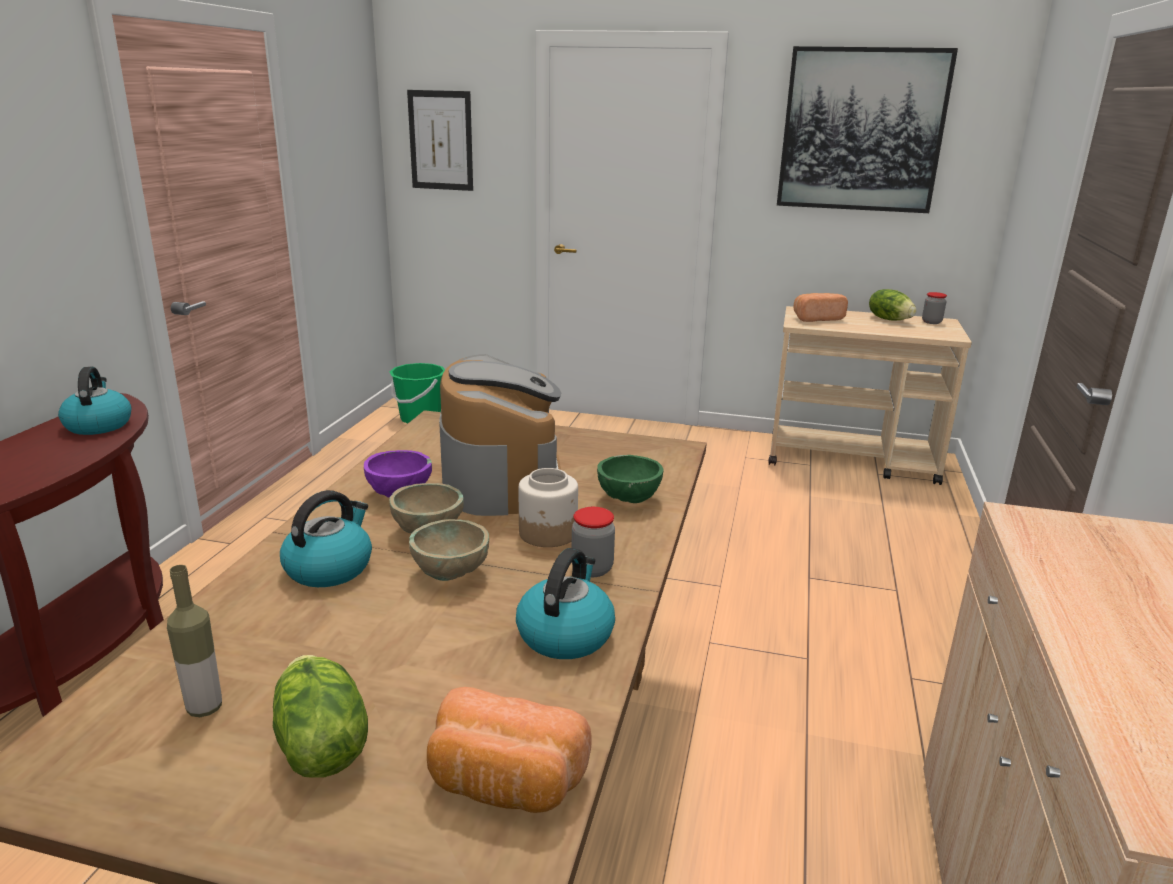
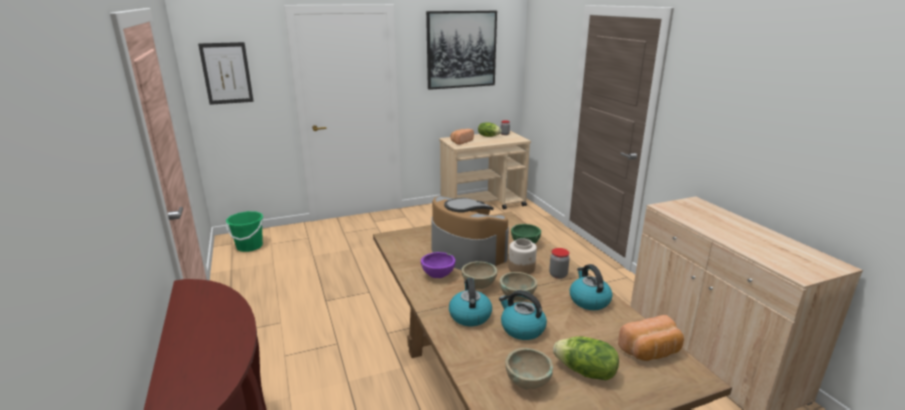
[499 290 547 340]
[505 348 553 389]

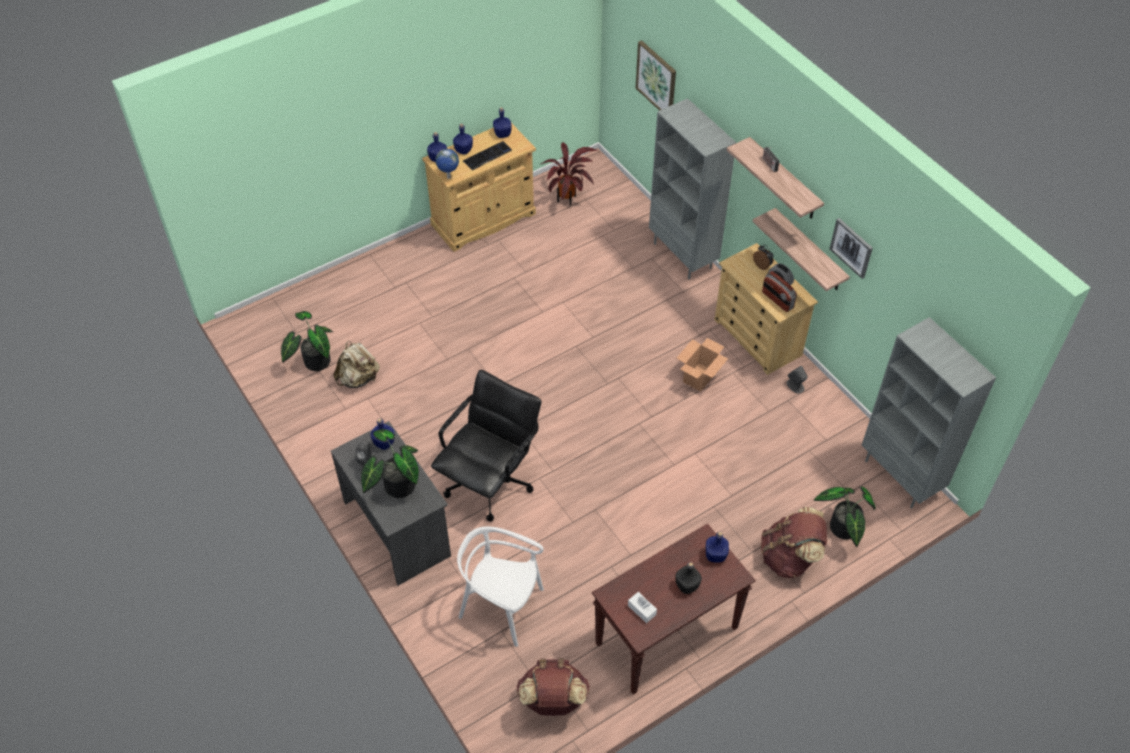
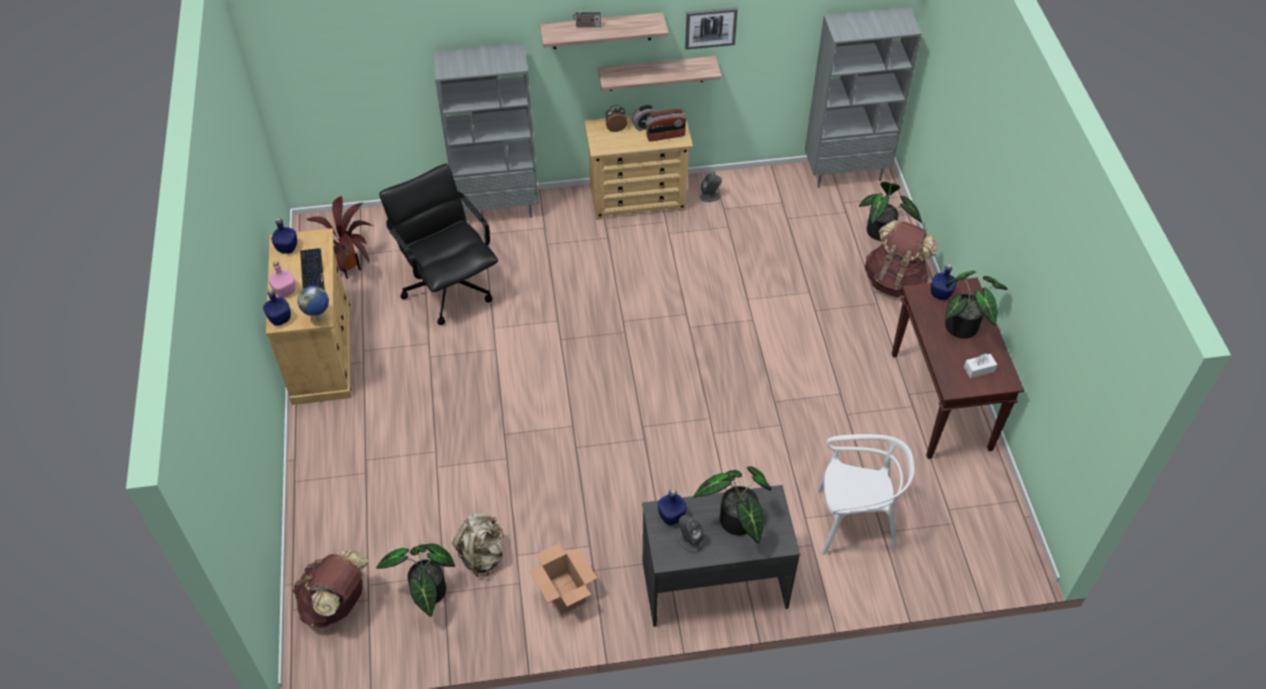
[268 261 296 298]
[293 550 369 628]
[379 164 498 325]
[530 543 597 615]
[817 434 914 555]
[945 271 1007 339]
[636 40 676 111] (first image)

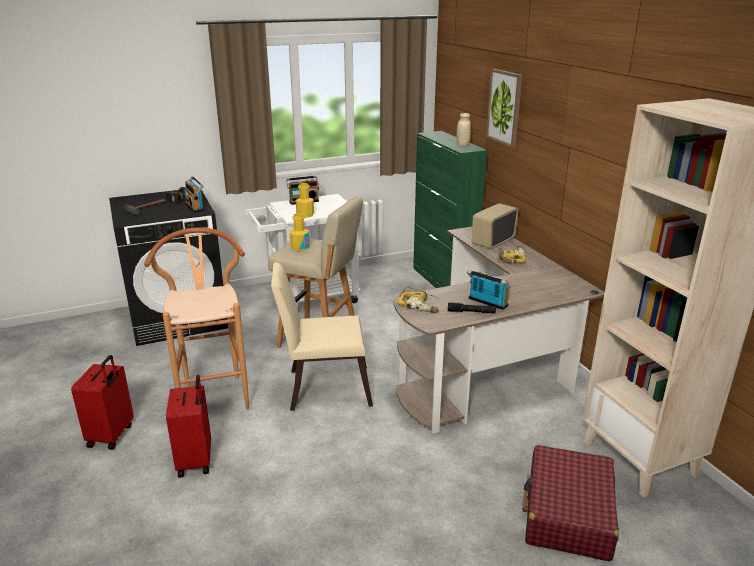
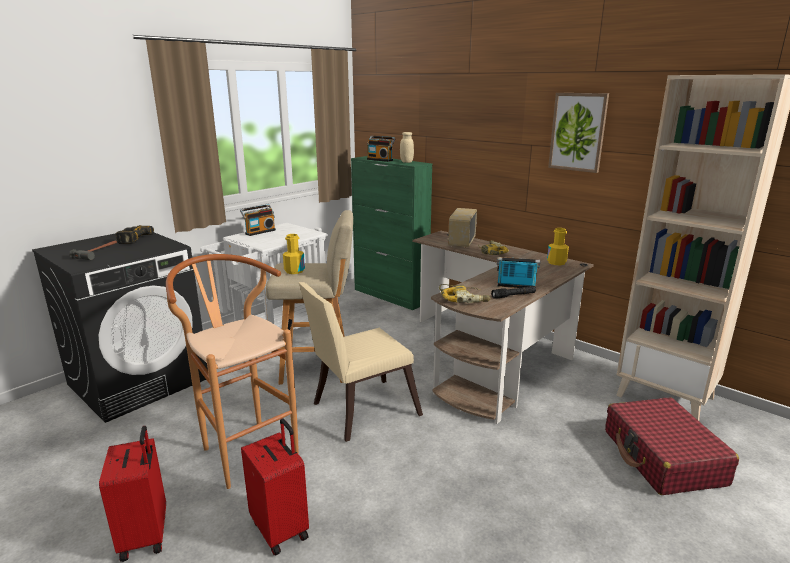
[367 136 395 162]
[547 228 569 265]
[548 93 609 173]

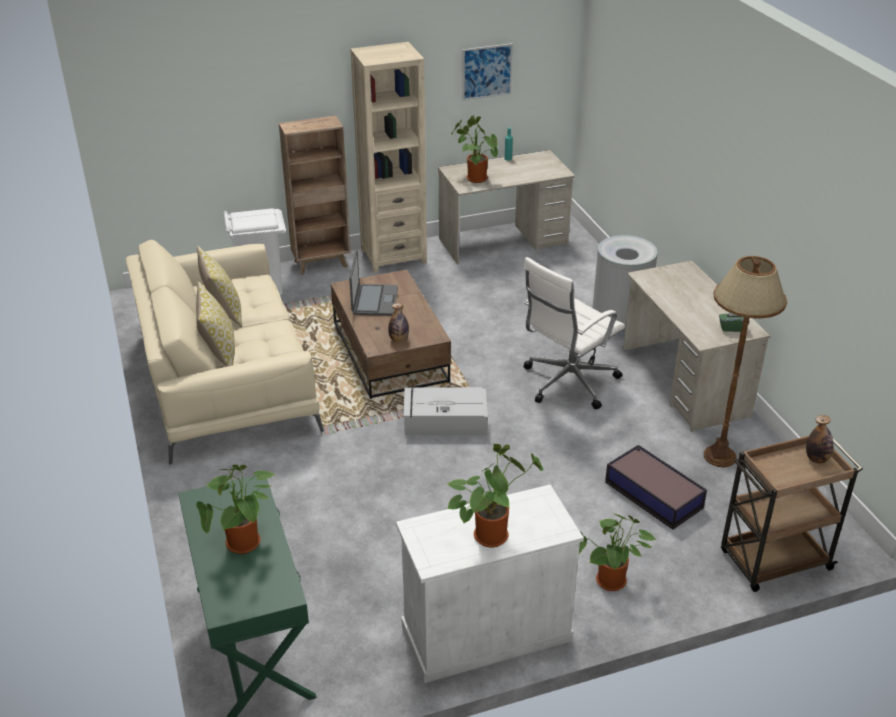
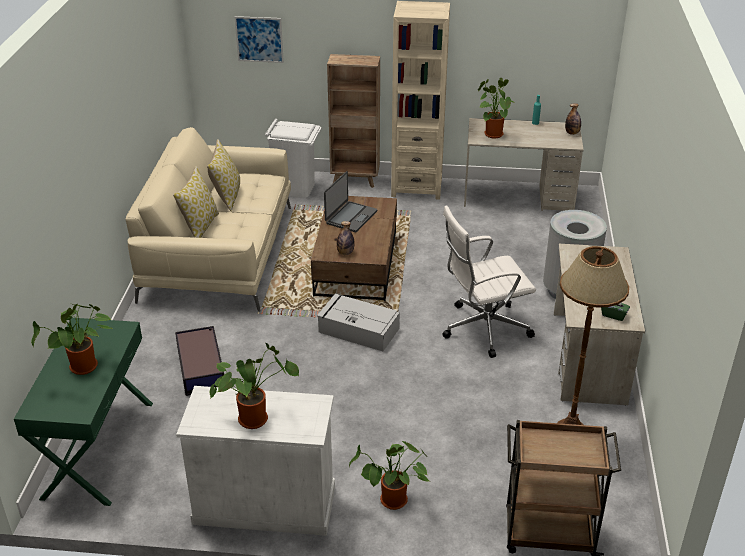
[175 326 224 396]
[235 16 284 63]
[565 103 581 135]

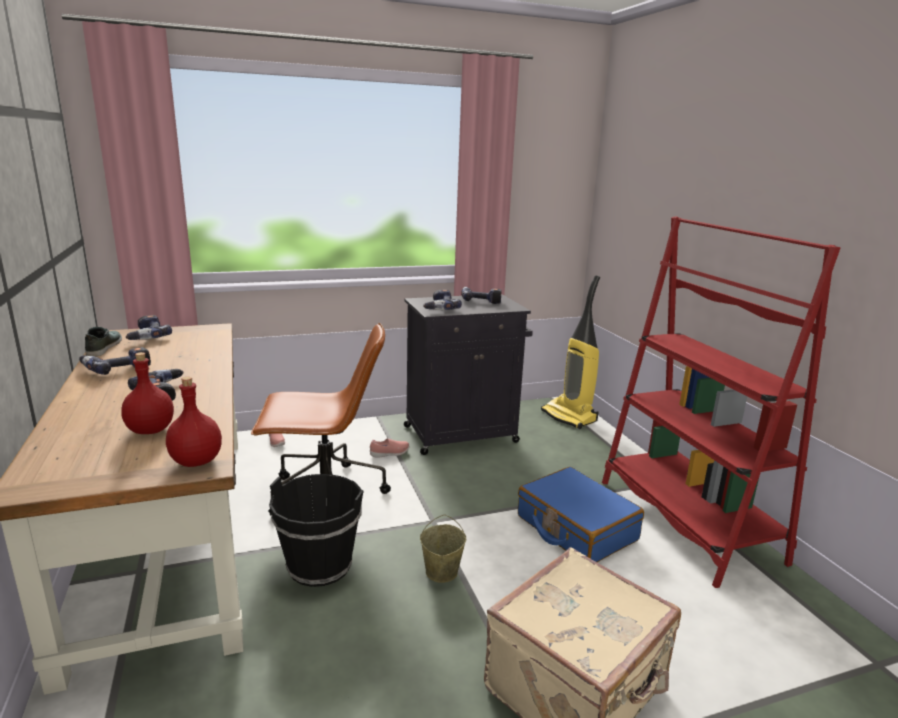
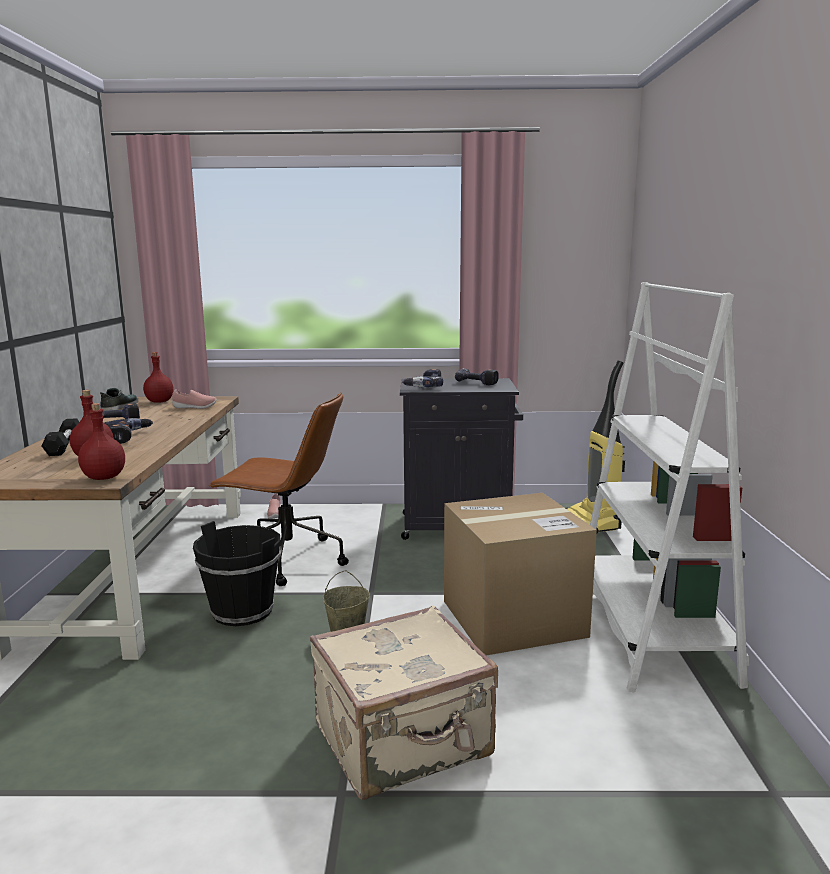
[42 418 79 456]
[143 352 174 403]
[172 389 217 409]
[444 493 597 656]
[590 282 749 692]

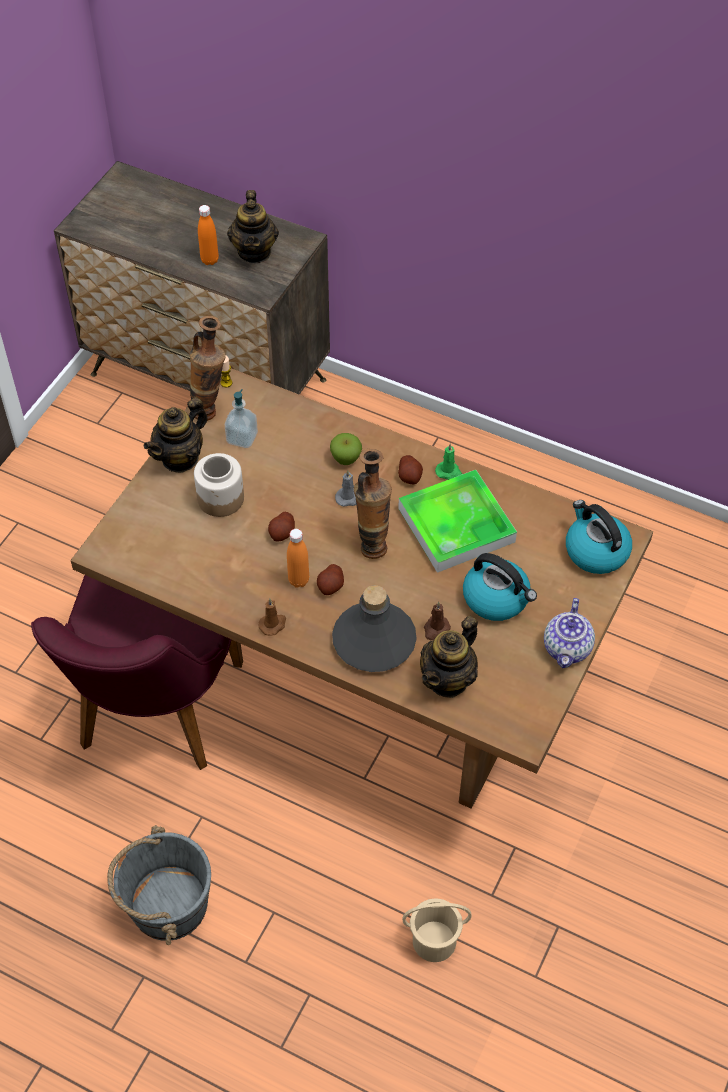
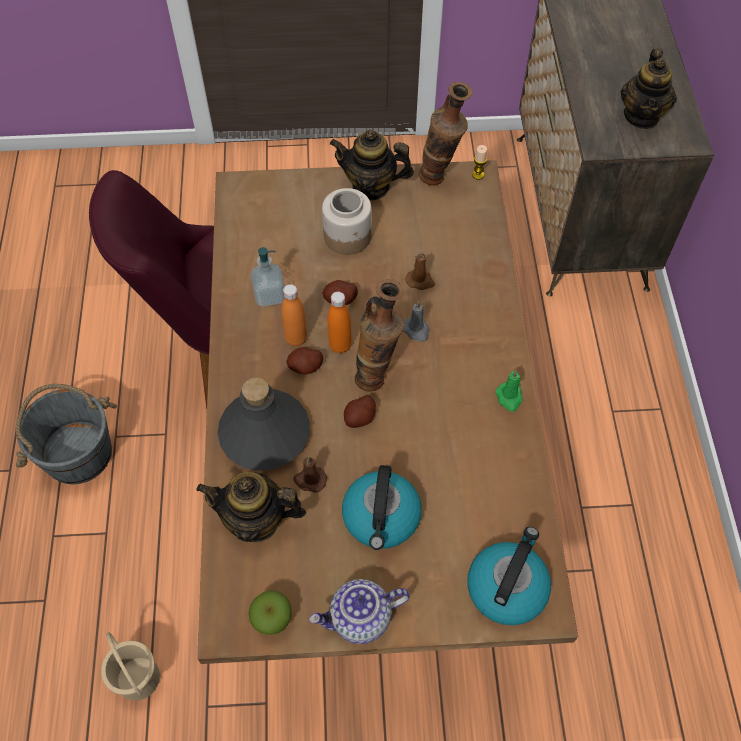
[249 590 292 635]
[251 247 285 307]
[328 292 352 353]
[344 395 376 428]
[406 251 435 290]
[620 48 677 129]
[398 470 517 573] (first image)

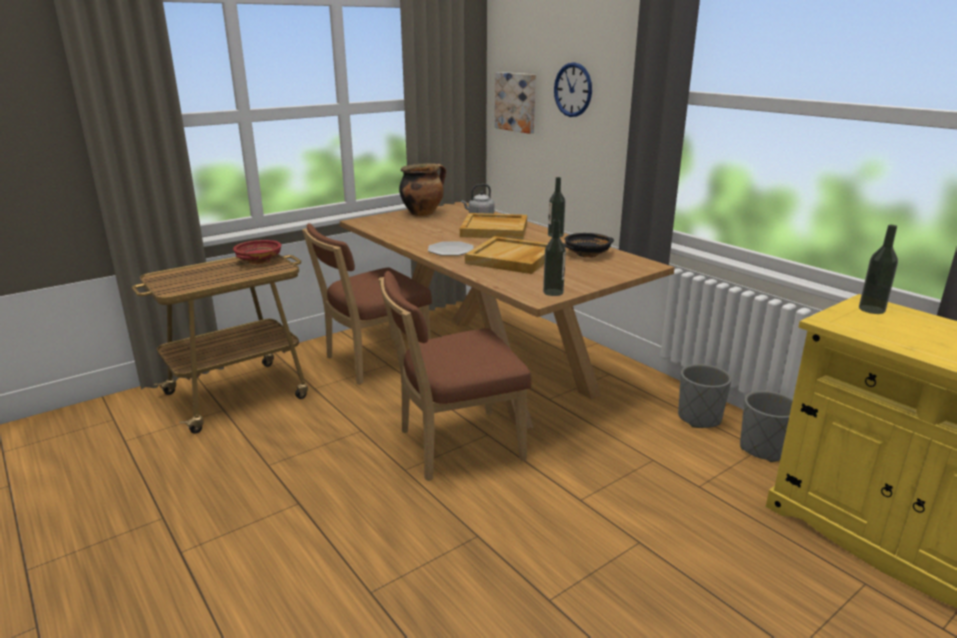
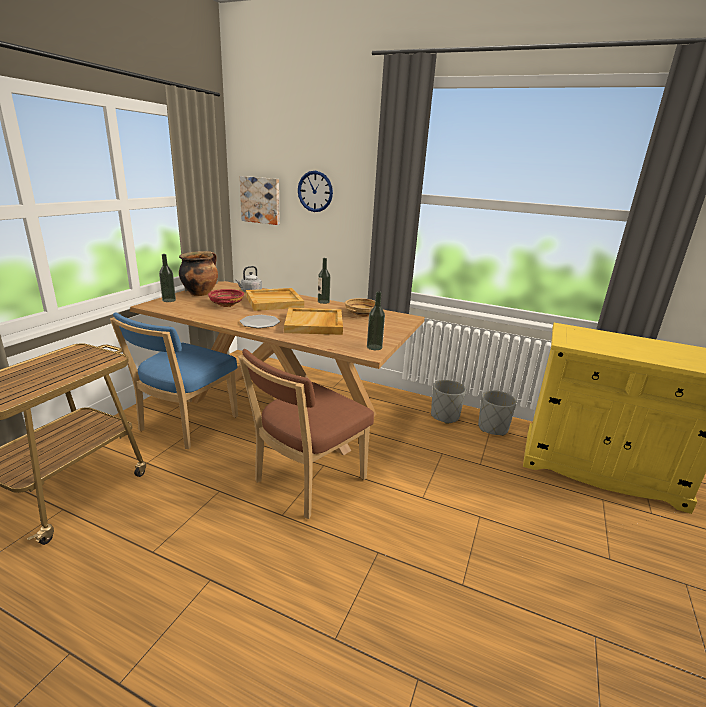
[110 312 238 449]
[159 254 176 302]
[208 289 244 307]
[345 298 375 317]

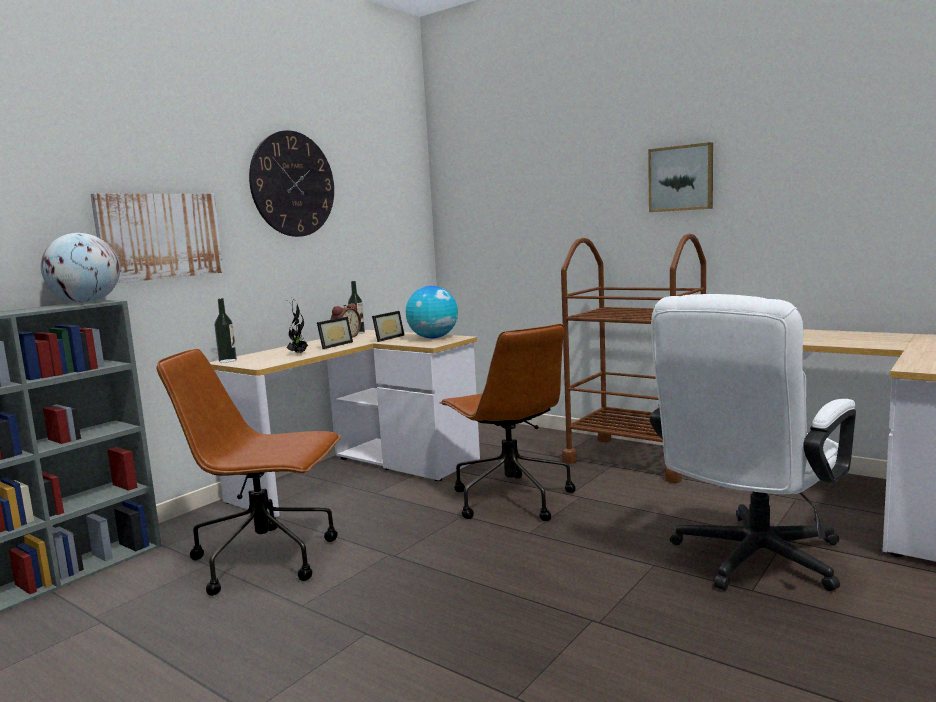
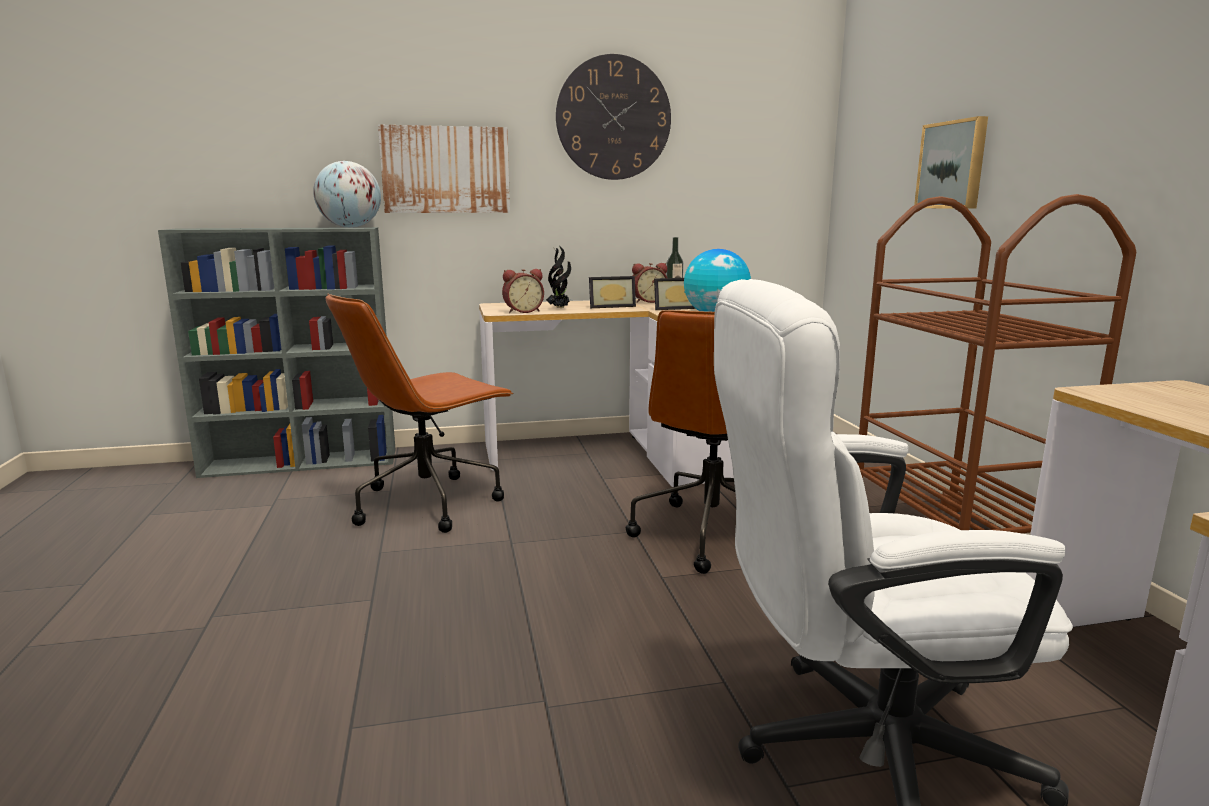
[326 294 514 533]
[502 269 544 313]
[914 116 988 209]
[214 298 237 363] (first image)

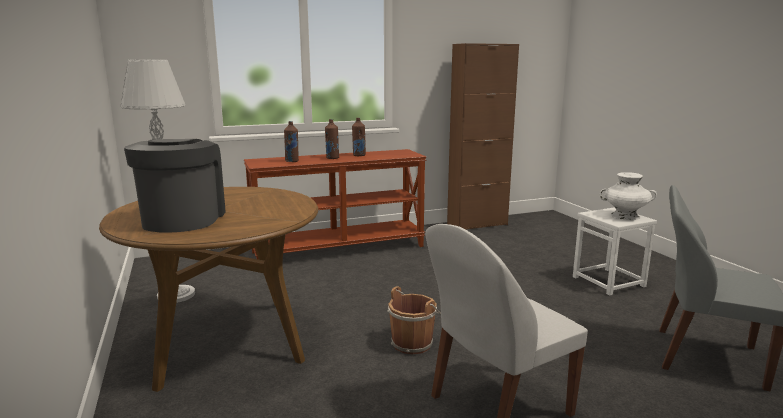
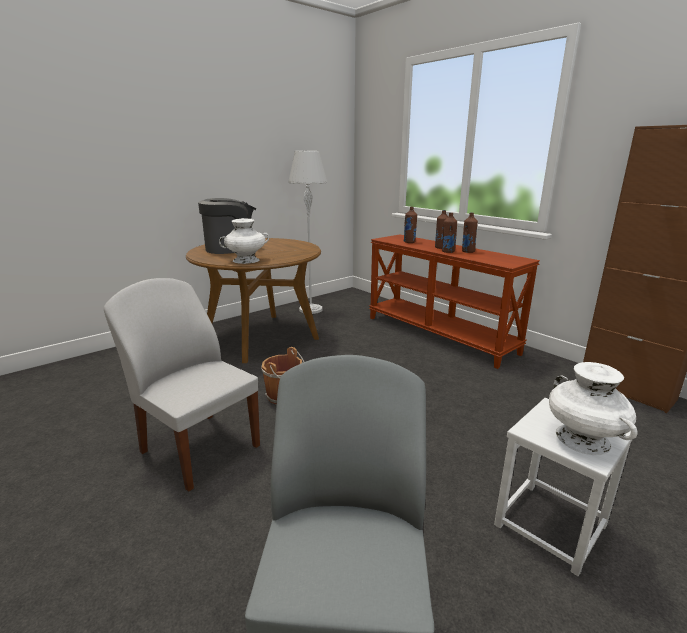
[219 218 269 264]
[442 213 457 253]

